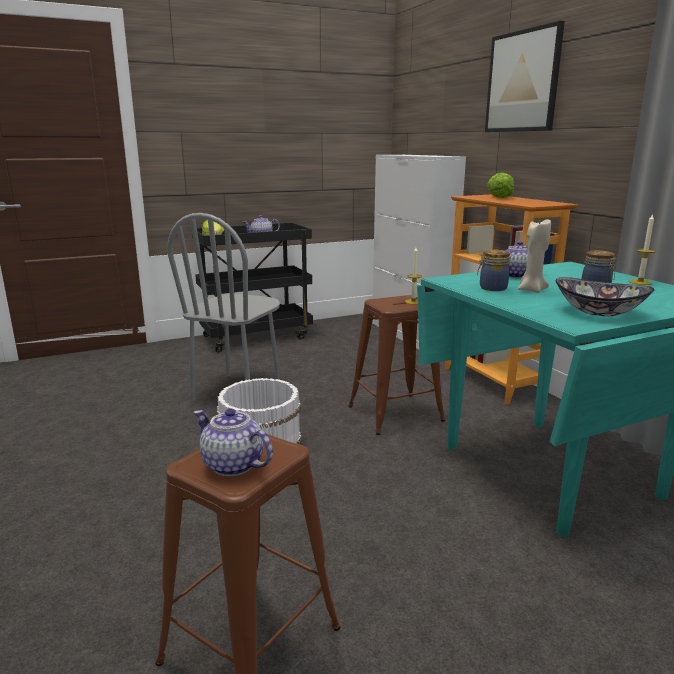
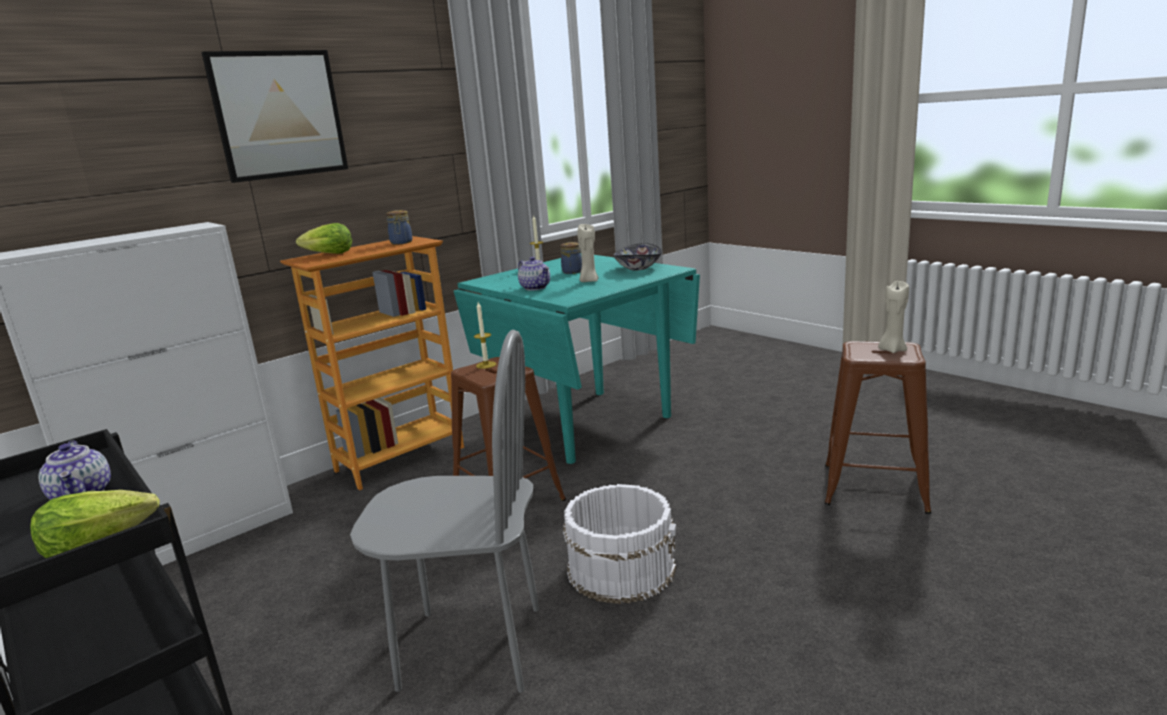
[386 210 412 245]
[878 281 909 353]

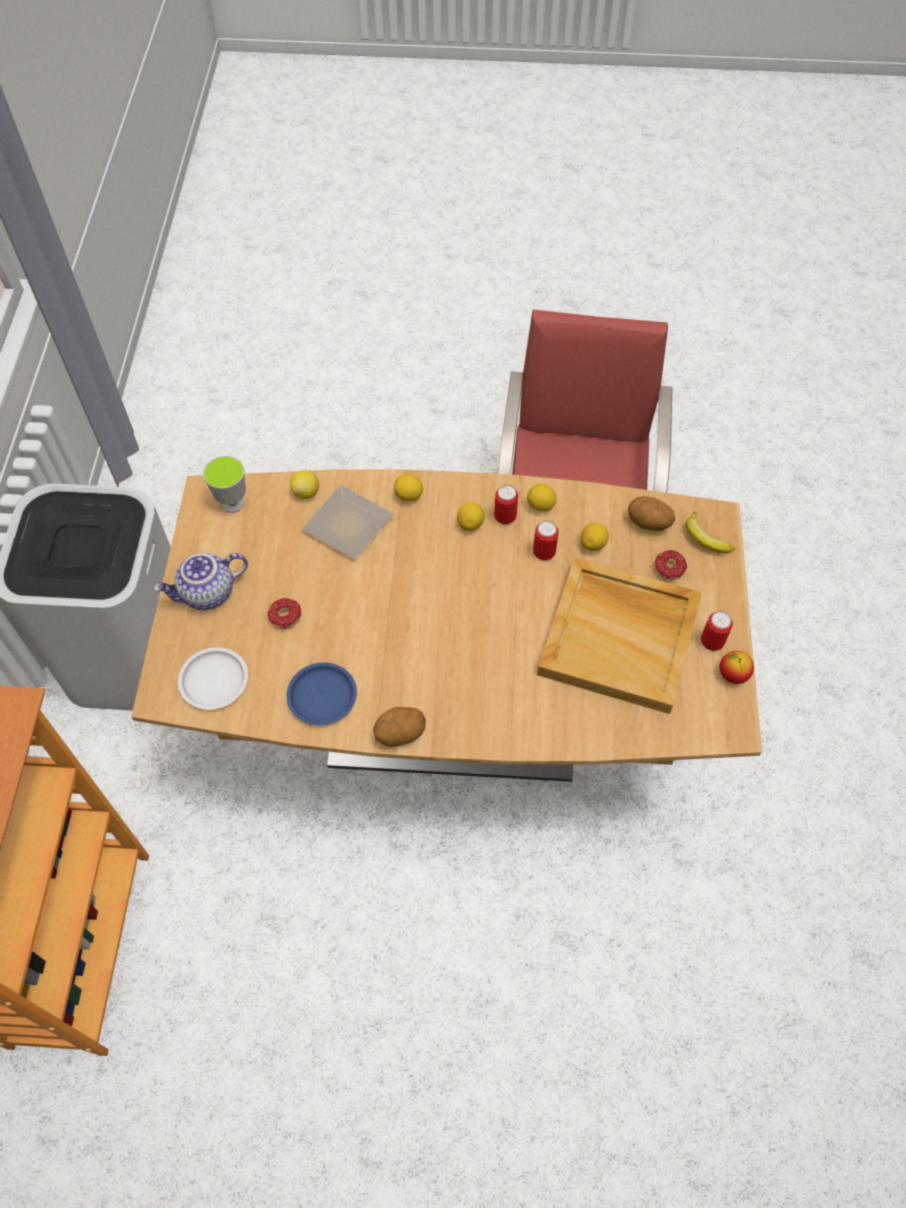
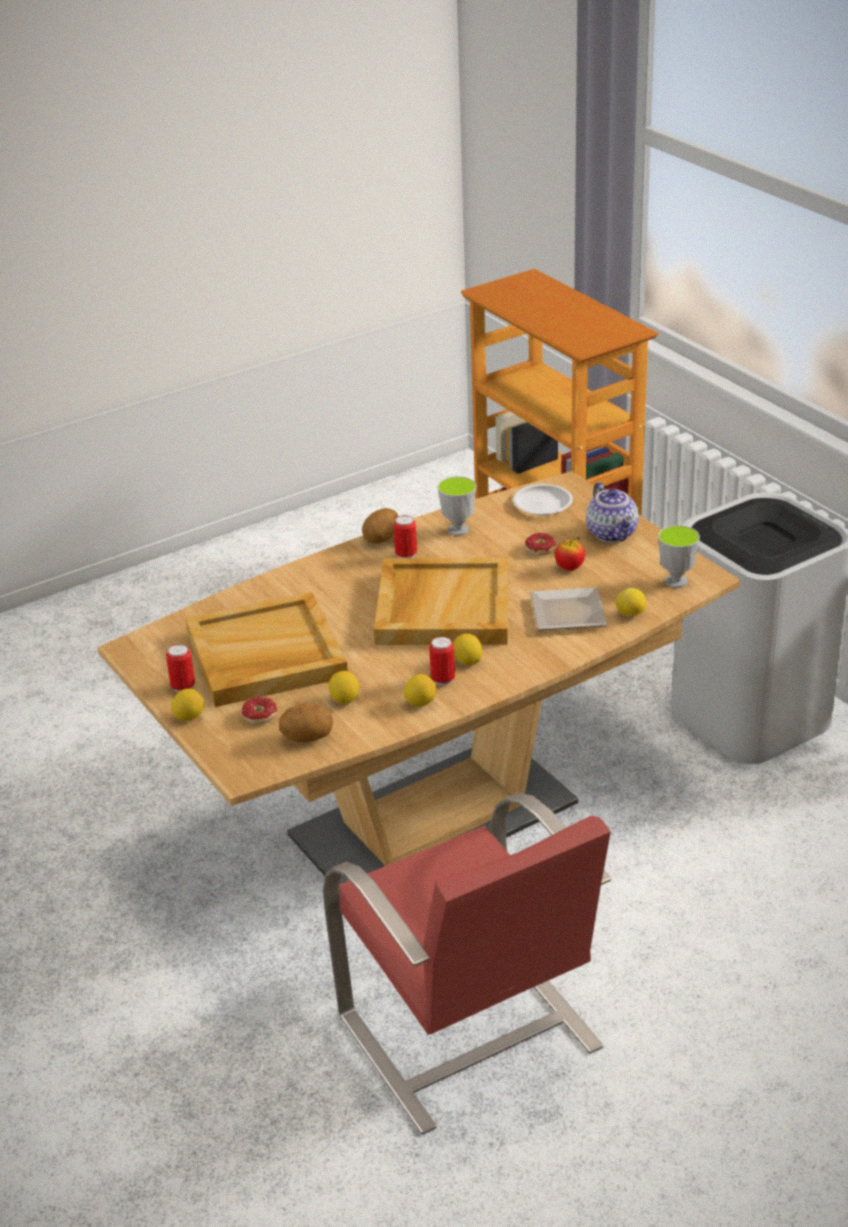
[171 688 204 721]
[374 558 509 645]
[393 515 417 558]
[437 476 476 536]
[555 536 585 571]
[586 482 639 542]
[686 511 735 554] (first image)

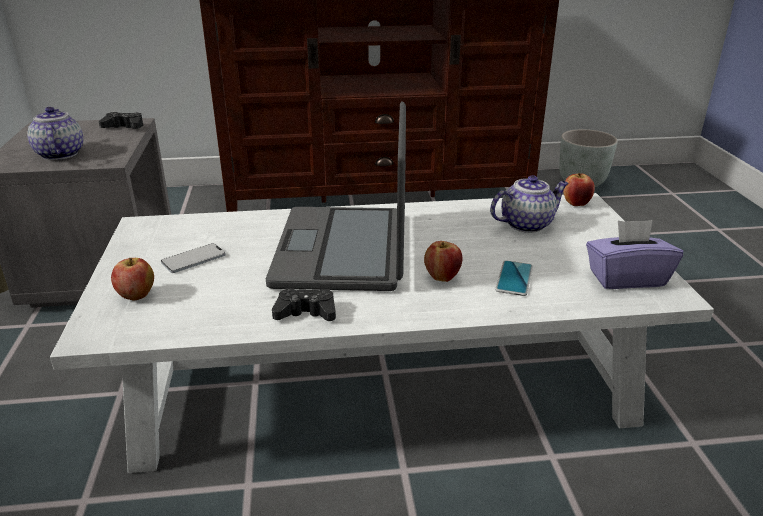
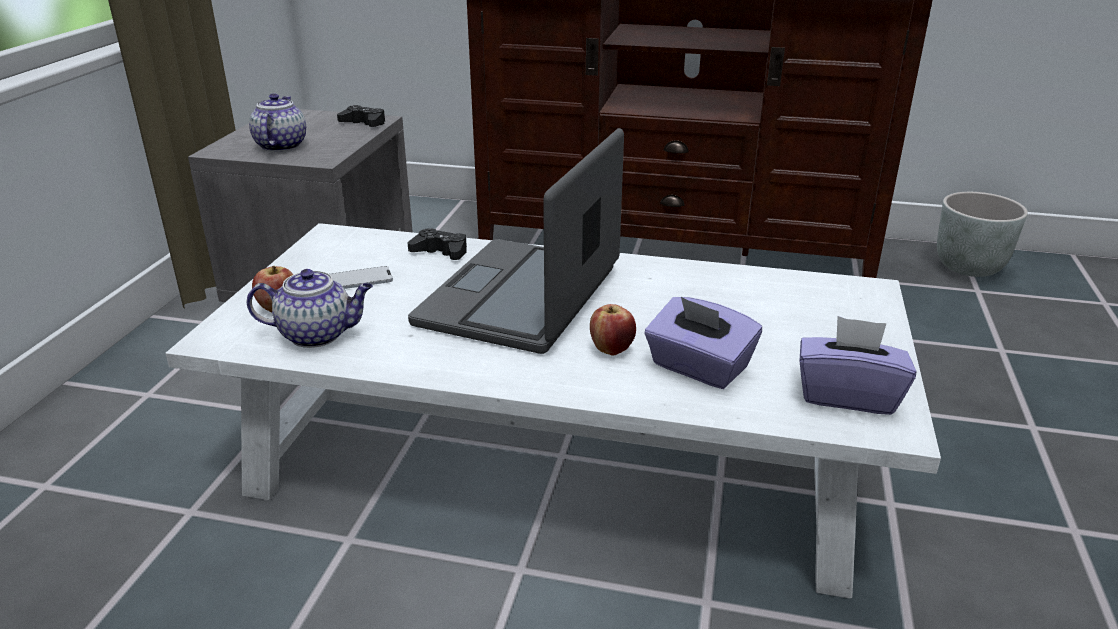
[246 269 373 348]
[408 228 467 260]
[645 297 762 389]
[563 173 595 206] (first image)

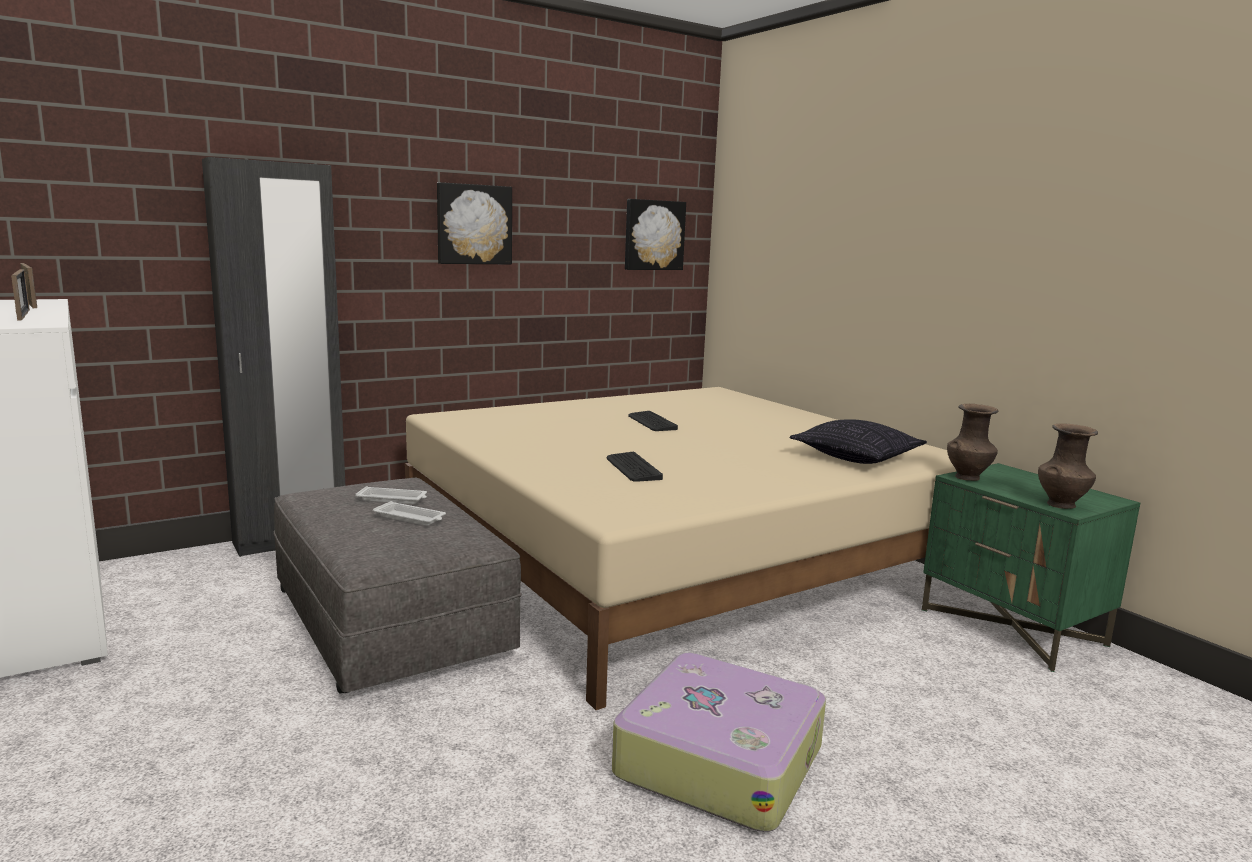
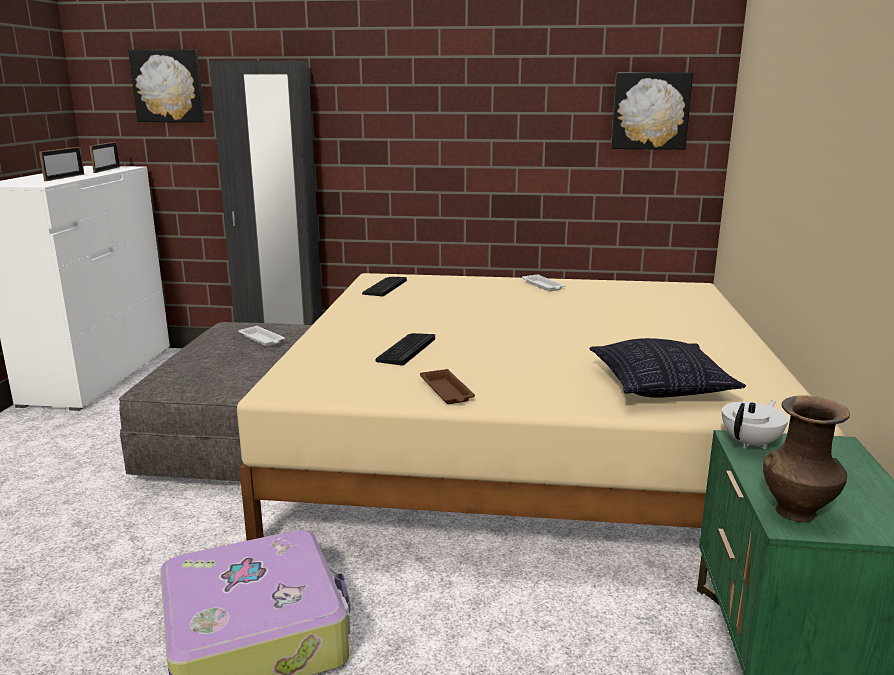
[128 49 204 122]
[362 277 407 296]
[420 369 475 404]
[522 274 565 291]
[722 400 788 449]

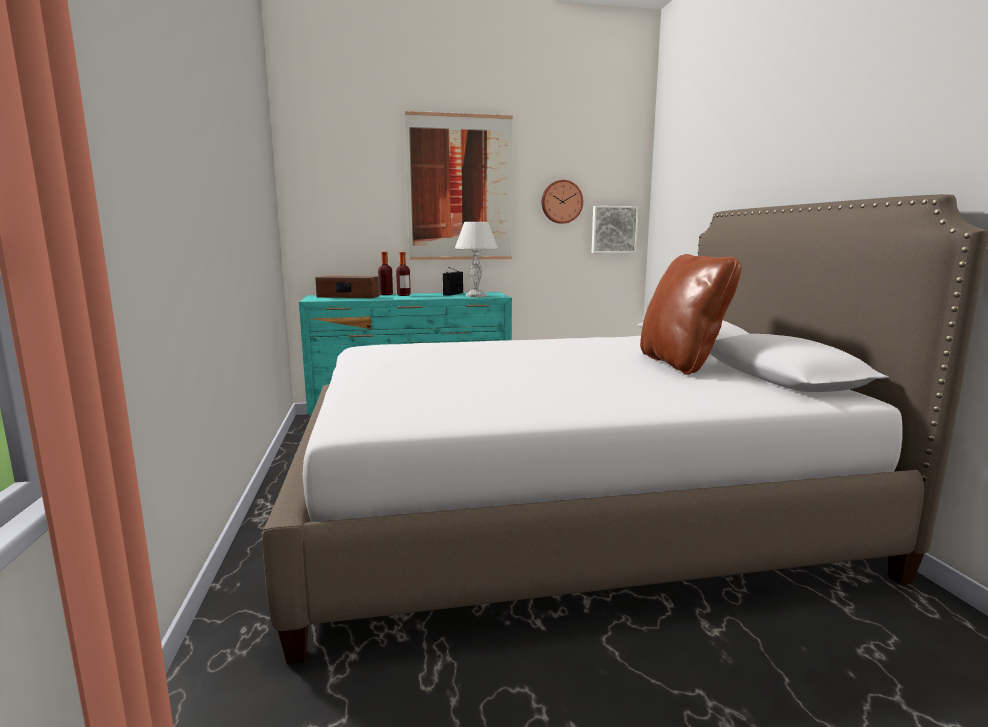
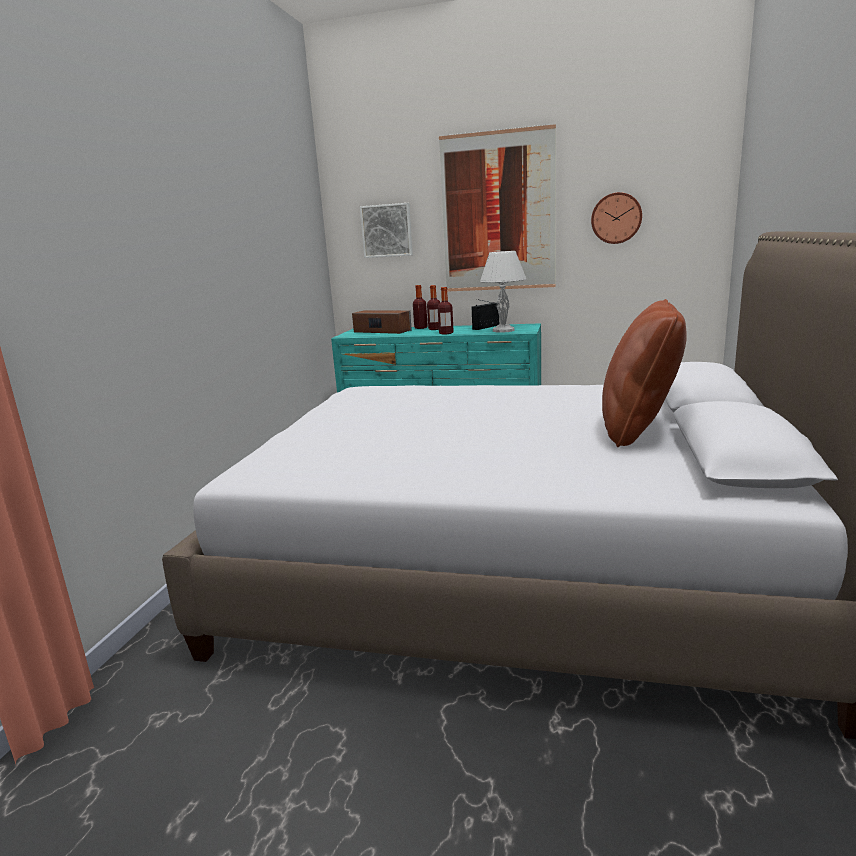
[360 203 413 258]
[438 287 454 334]

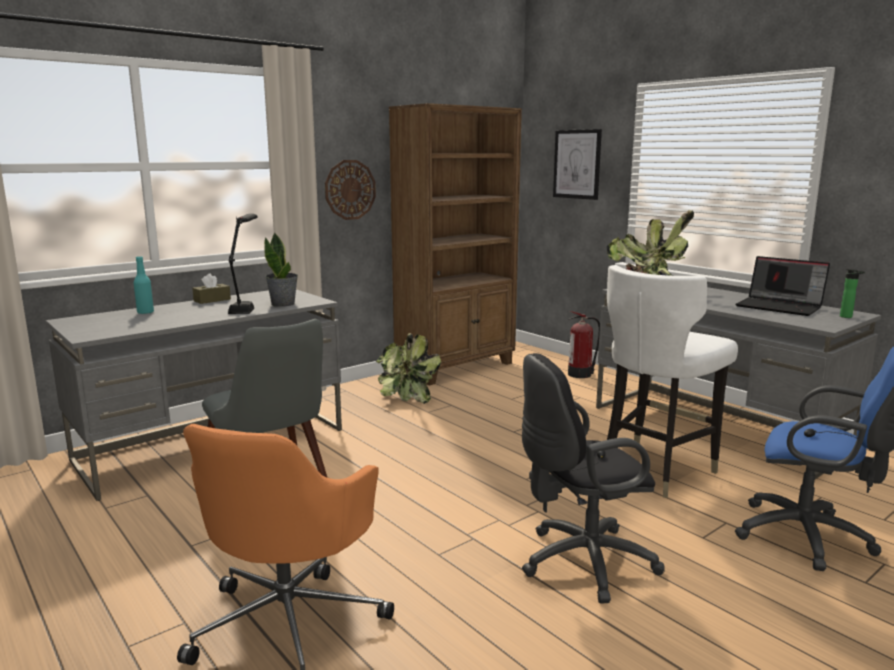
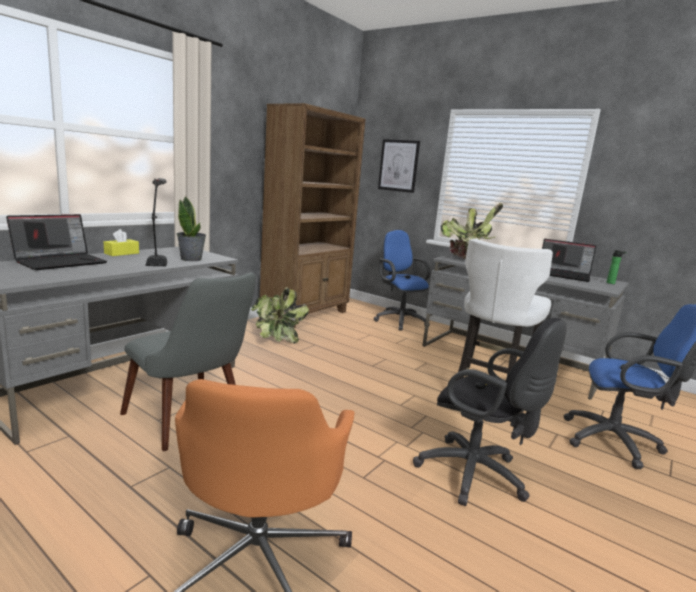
[6 214 107 270]
[104 229 139 256]
[374 230 430 331]
[413 318 567 506]
[325 160 376 220] (first image)

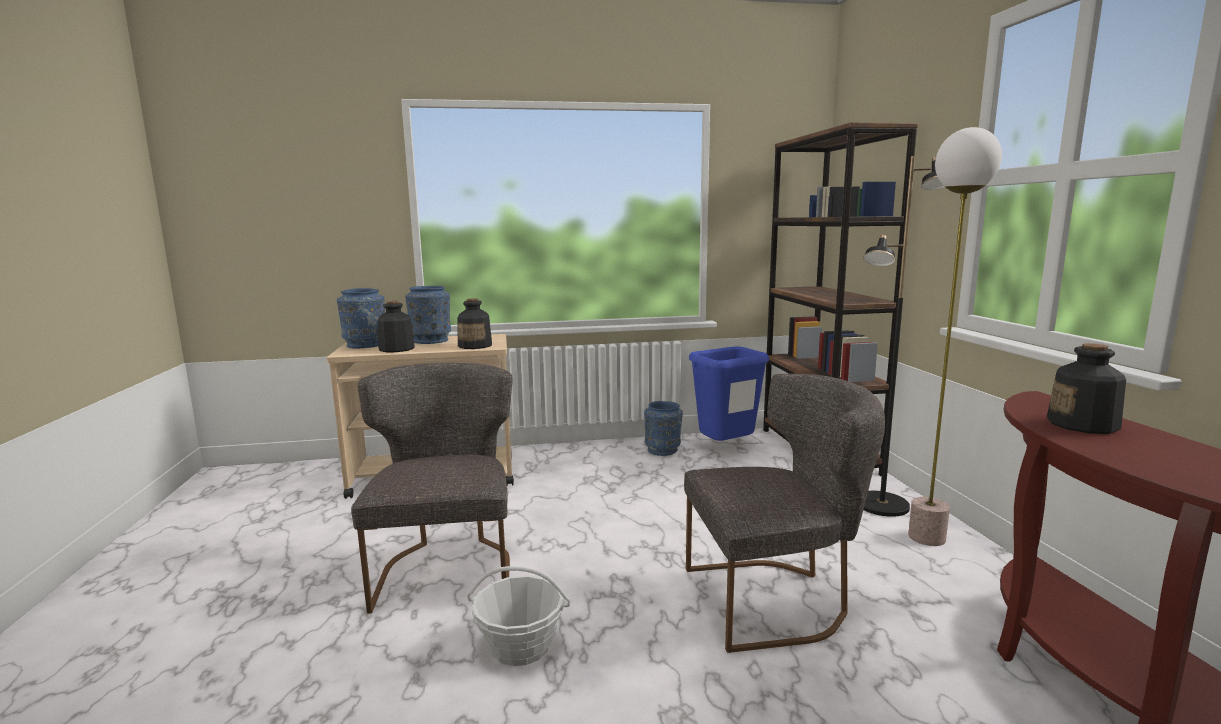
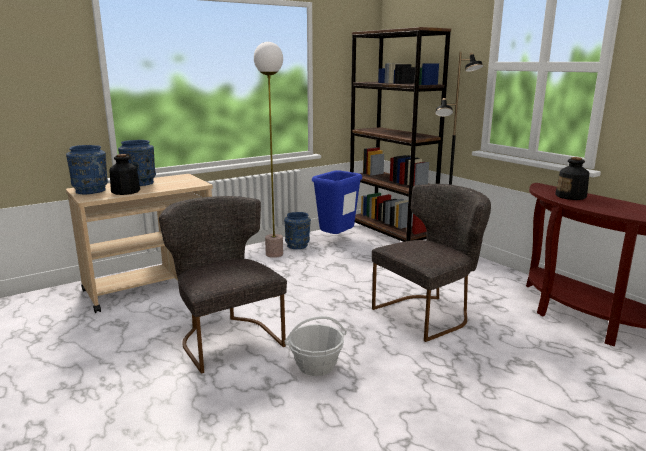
[254 42 283 258]
[457 298 492 349] (first image)

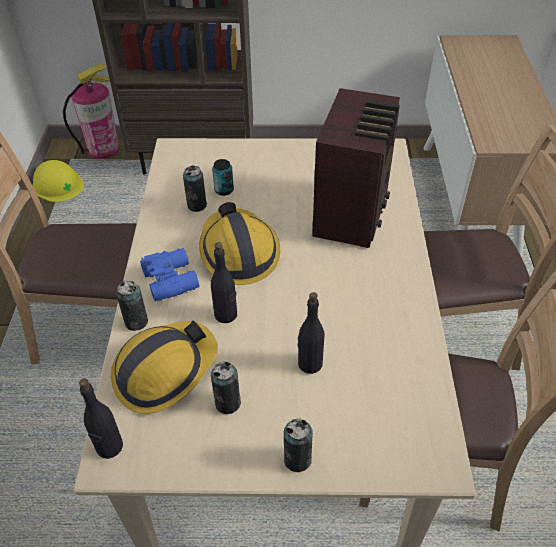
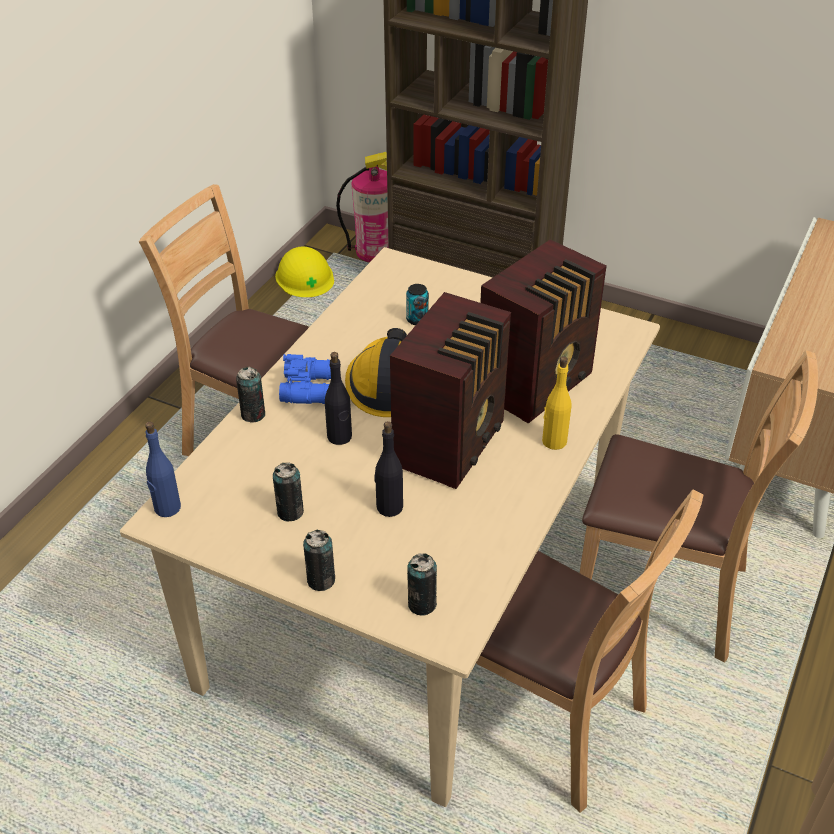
[145 422 181 517]
[390 292 511 489]
[407 553 437 615]
[542 356 572 450]
[111 321 218 414] (first image)

